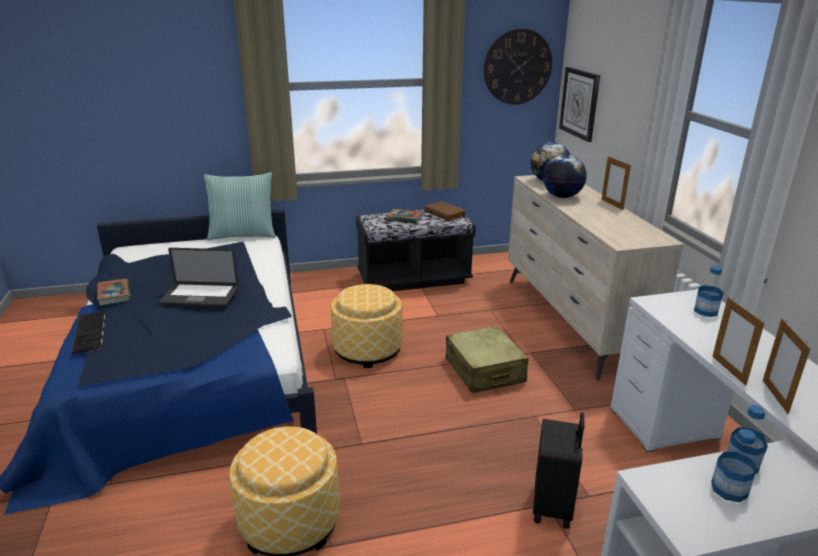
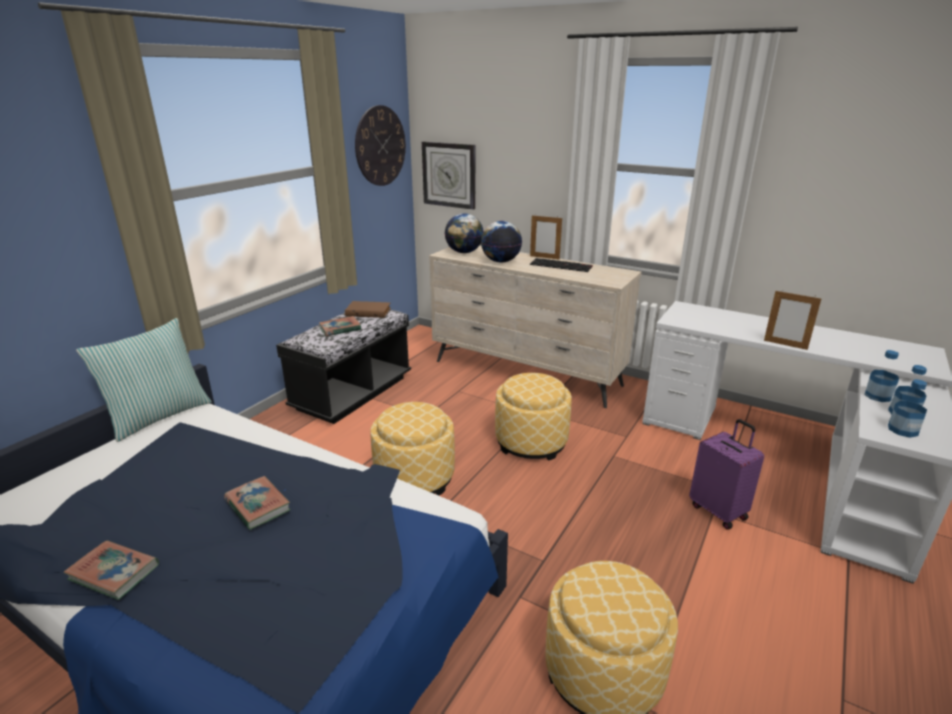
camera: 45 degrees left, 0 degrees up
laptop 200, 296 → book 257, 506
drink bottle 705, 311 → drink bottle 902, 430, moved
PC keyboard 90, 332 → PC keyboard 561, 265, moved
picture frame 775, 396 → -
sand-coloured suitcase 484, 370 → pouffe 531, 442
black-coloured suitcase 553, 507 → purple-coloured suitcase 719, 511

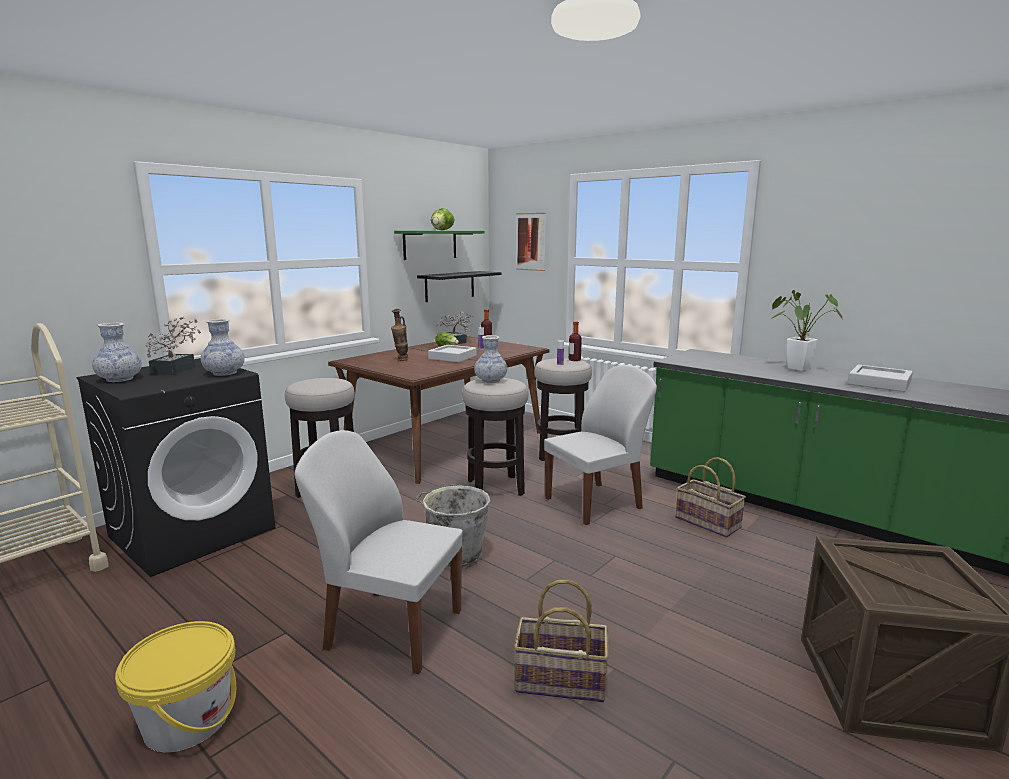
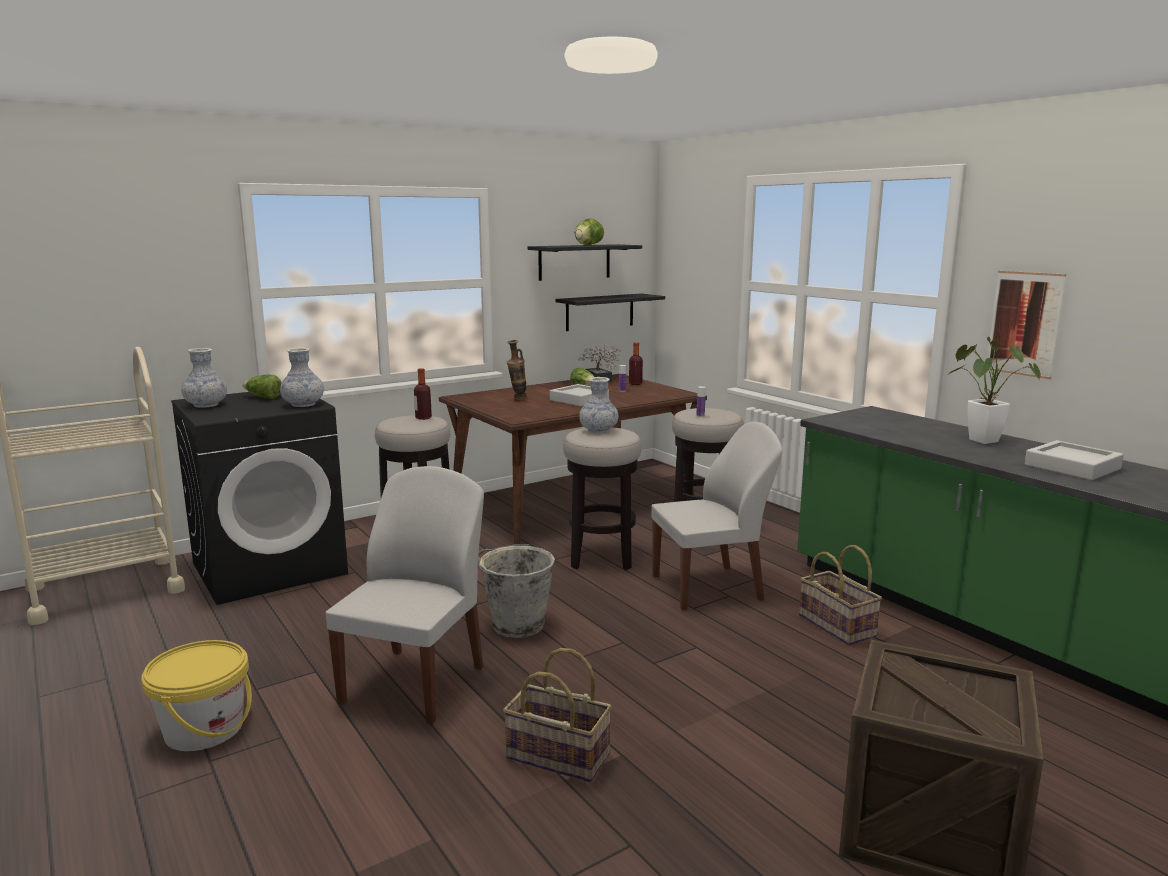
camera: 15 degrees right, 0 degrees up
wall picture 531, 242 → wall picture 1024, 323, moved
greenish bracket shelf 430, 244 → black-coloured bracket shelf 574, 262
potted plant 177, 369 → lettuce head 263, 397
drink bottle 574, 360 → drink bottle 423, 418, moved
white plain chair 391, 628 → white plain chair 416, 683, 75 degrees clockwise

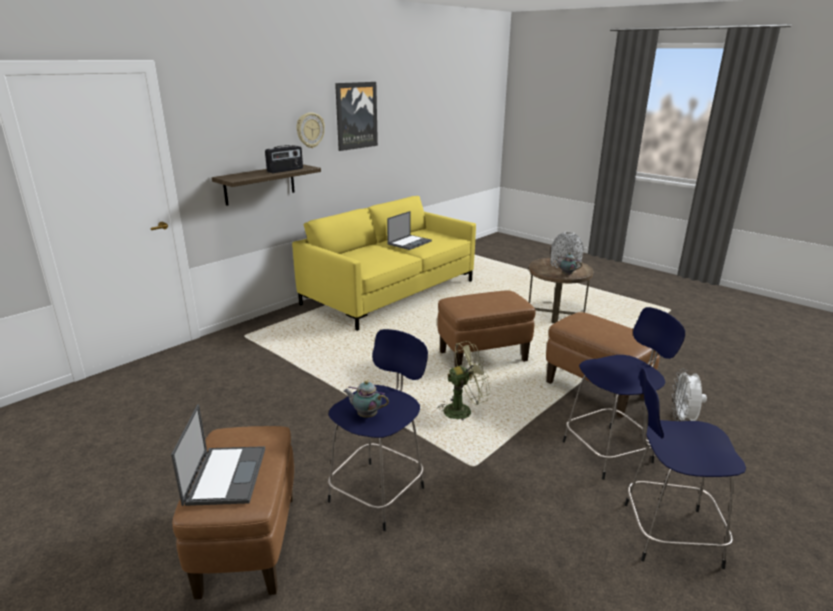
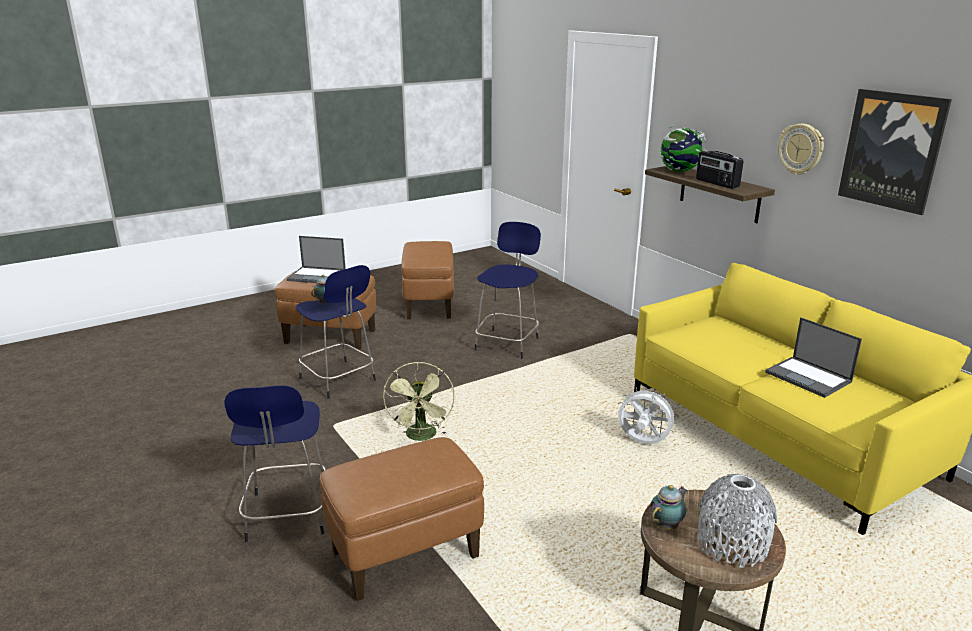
camera: 105 degrees right, 0 degrees up
brownish pouffe 483, 356 → brownish pouffe 429, 305, moved
blue-coloured sitting stool 666, 534 → blue-coloured sitting stool 508, 343, moved
white fan 683, 419 → white fan 642, 443, moved
- → globe 680, 171

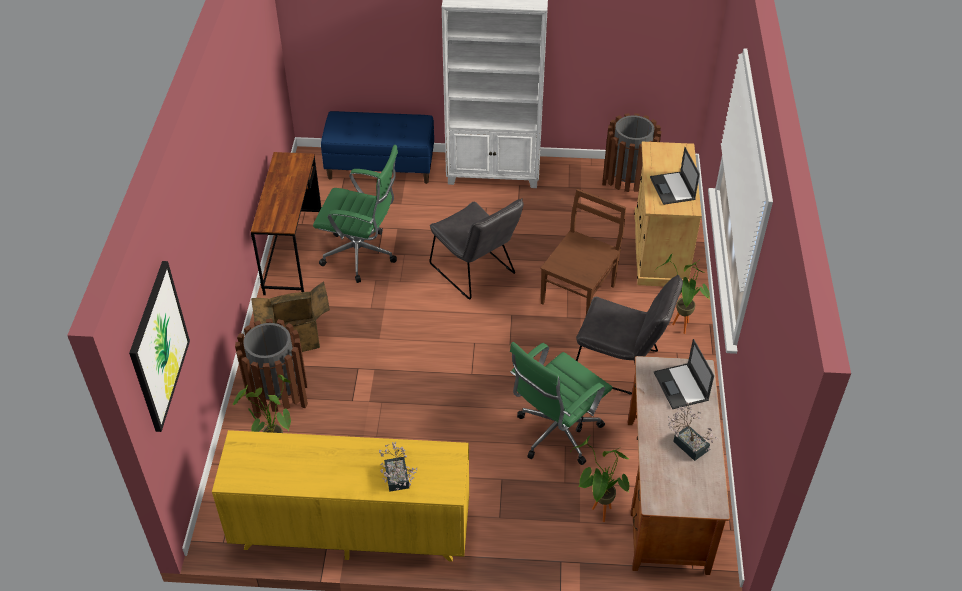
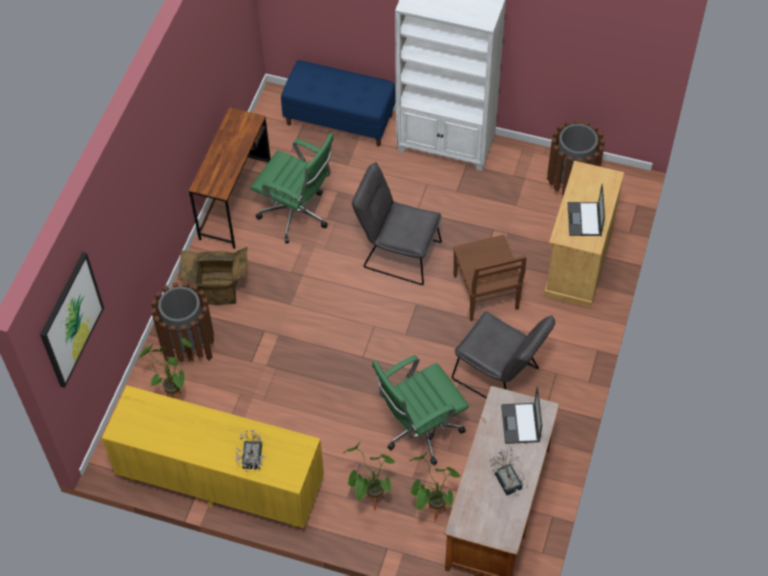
camera: 15 degrees right, 10 degrees up
brownish plain chair 579, 293 → brownish plain chair 486, 294, 120 degrees clockwise
grey plain chair 476, 272 → grey plain chair 397, 253, 135 degrees clockwise
potted plant 677, 328 → potted plant 370, 502, moved

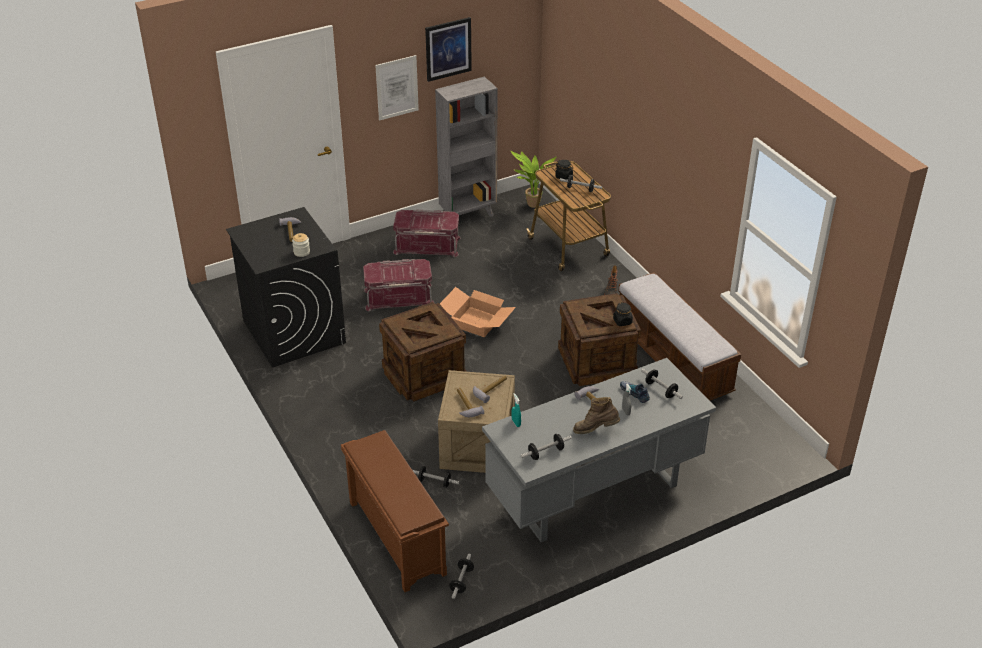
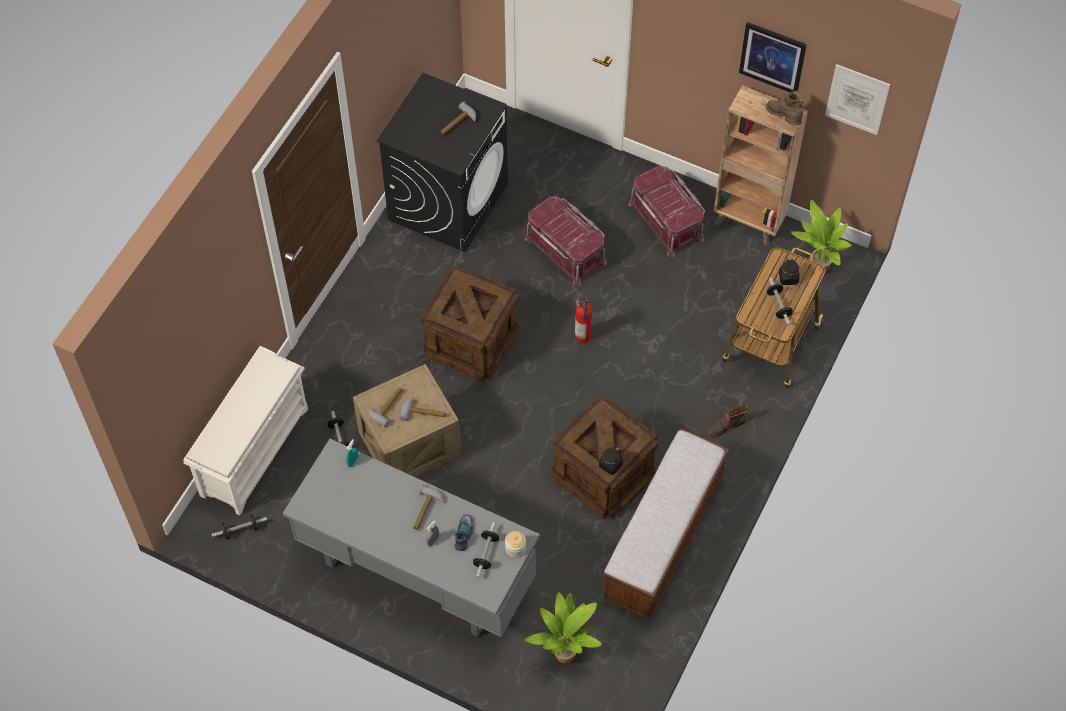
camera: 55 degrees right, 20 degrees up
wall picture 397, 87 → wall picture 857, 99, moved
grey bookcase 468, 215 → brownish bookcase 749, 223
preserve jar 301, 252 → preserve jar 515, 548, moved
packing box 477, 321 → fire-fighting cylinder 582, 337
brownish boot 595, 430 → brownish boot 784, 119, moved
brownish shoe shelf 395, 537 → white shoe shelf 254, 450
dumbbell 546, 453 → -
- → potted plant 564, 653

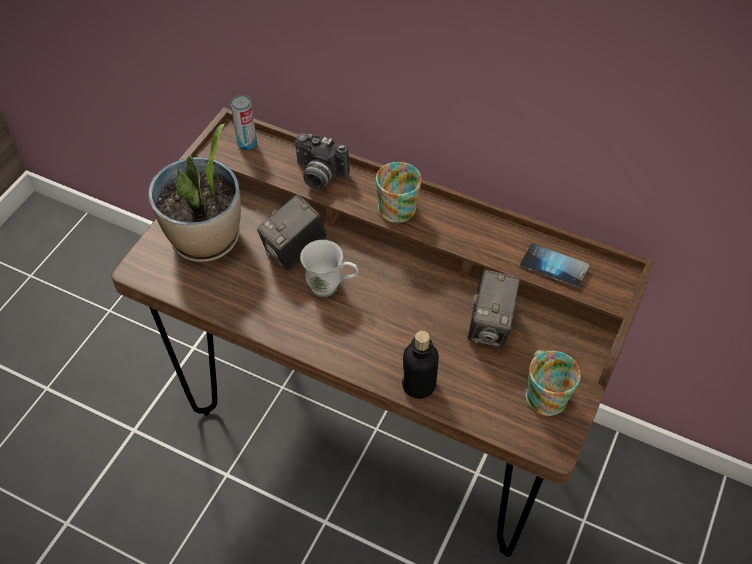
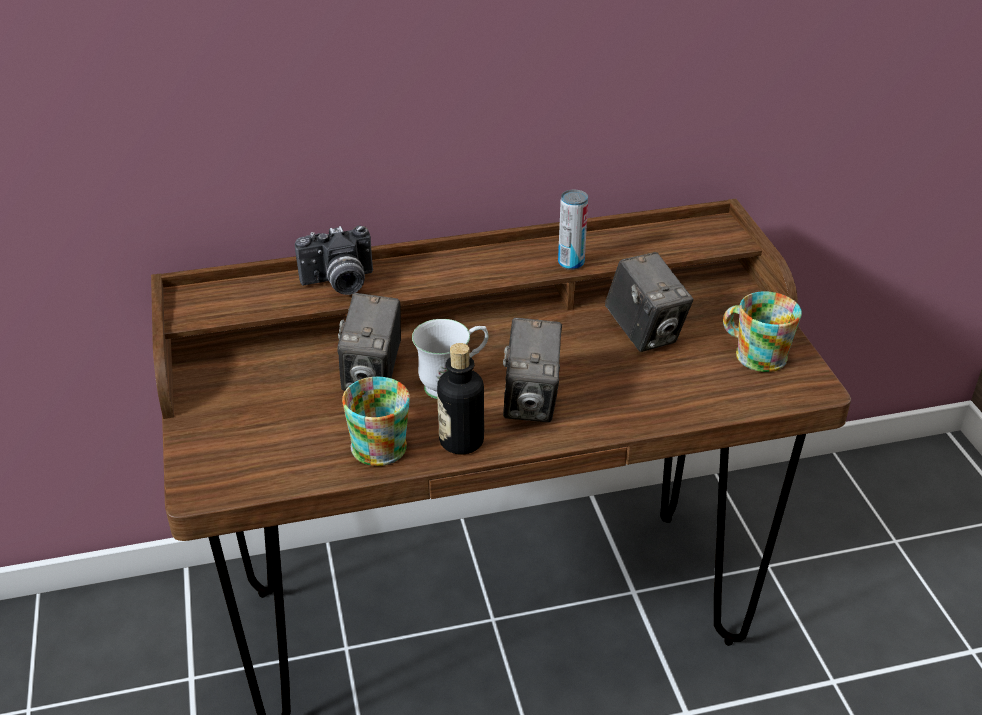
camera: 40 degrees left, 15 degrees down
metal can 247, 144 → metal can 571, 263, moved
potted plant 206, 240 → -
coffee mug 398, 204 → coffee mug 375, 442, moved
handset 554, 266 → -
drink bottle 418, 385 → drink bottle 461, 441, moved
- → still camera 531, 402

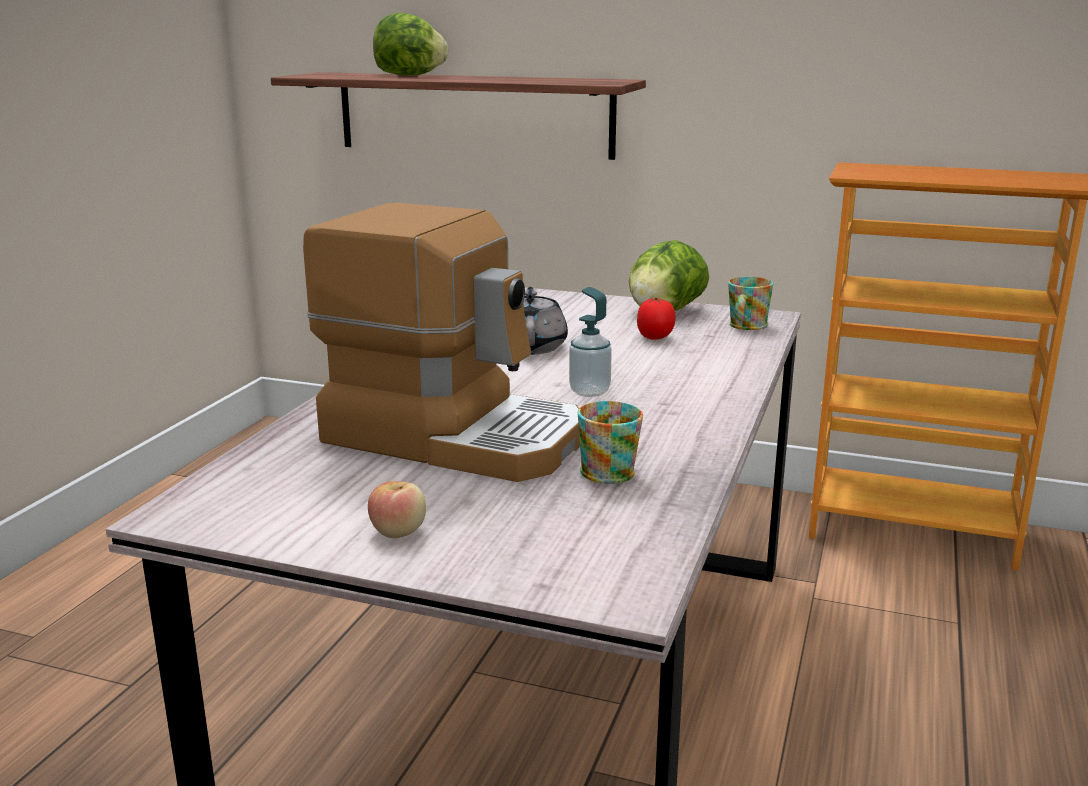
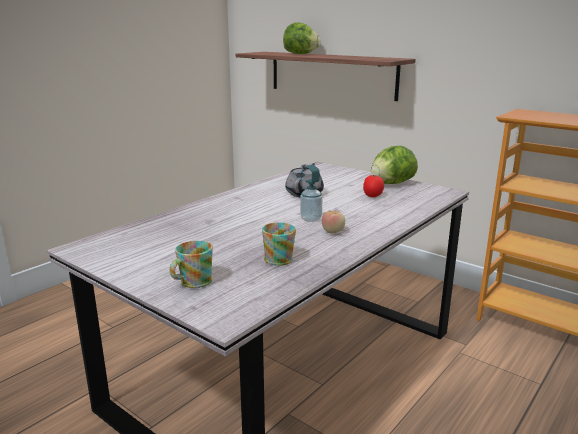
camera: 20 degrees right, 0 degrees up
coffee brewer 456, 435 → -
coffee mug 745, 326 → coffee mug 192, 282, moved
apple 398, 532 → apple 333, 231, moved

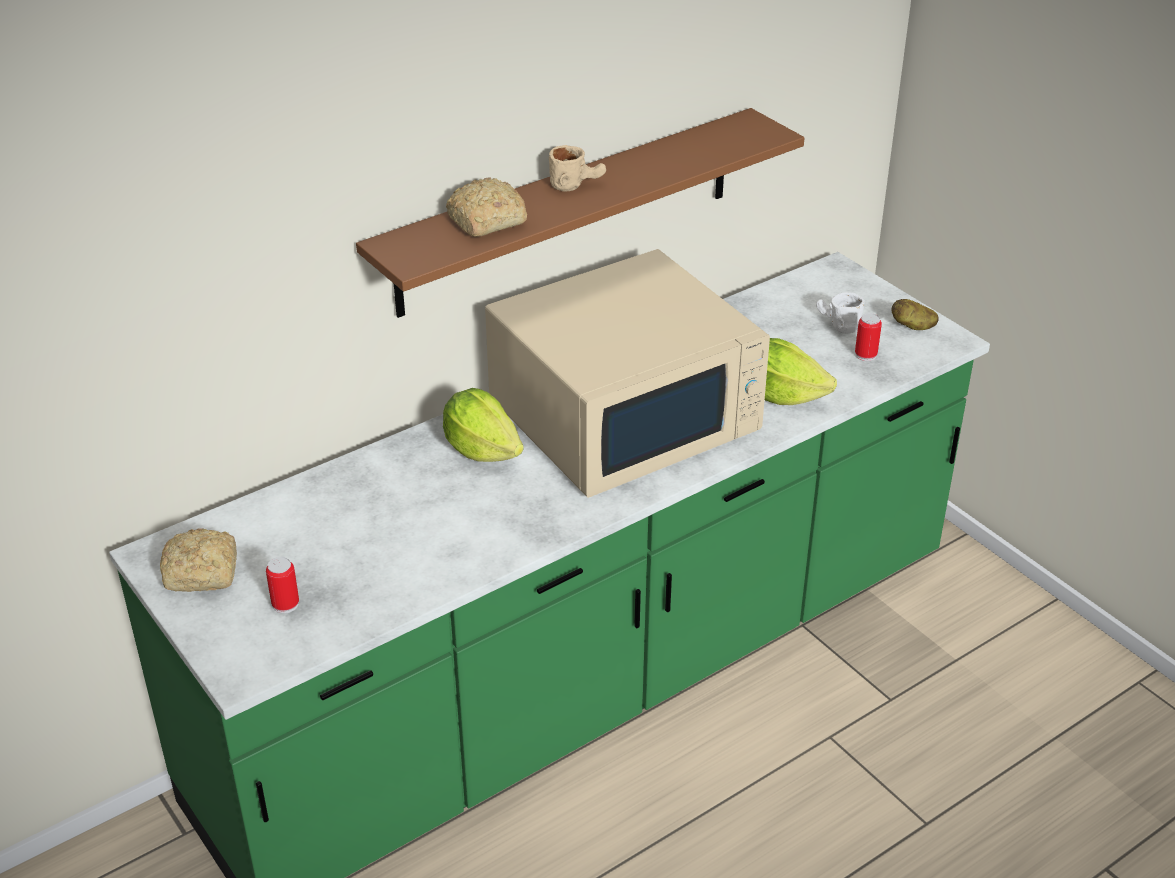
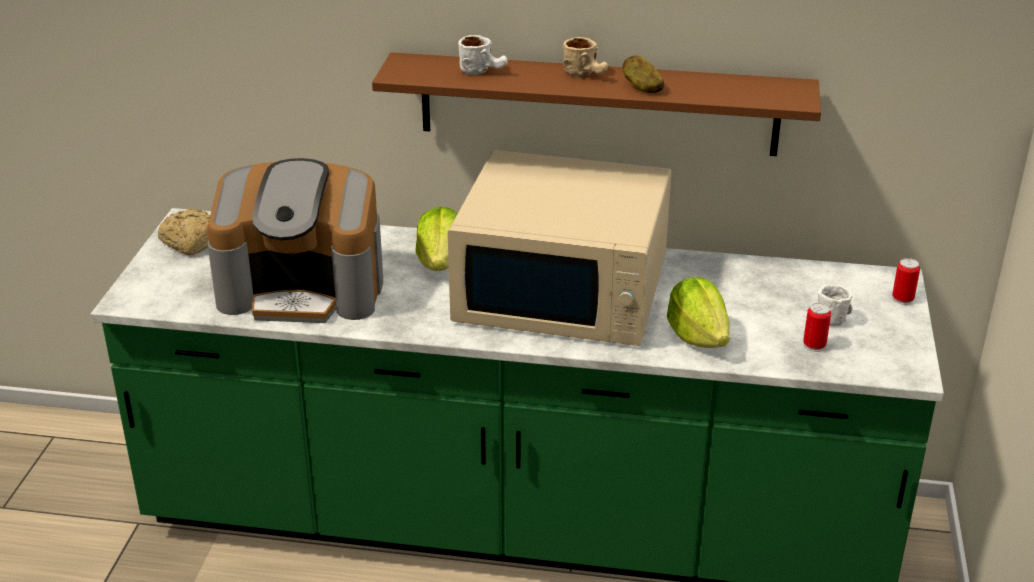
camera: 45 degrees right, 5 degrees down
bakery bread 484, 222 → white coffee mug 484, 71
potato 912, 326 → potato 641, 87, moved
metal can 285, 604 → metal can 902, 299, moved
- → coffee brewer 303, 288

